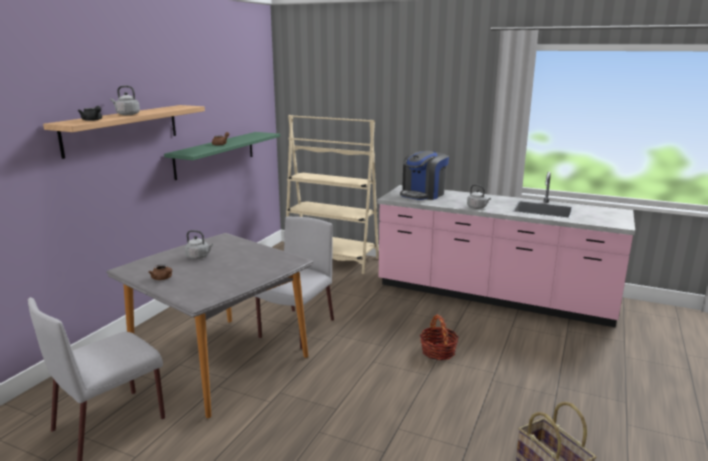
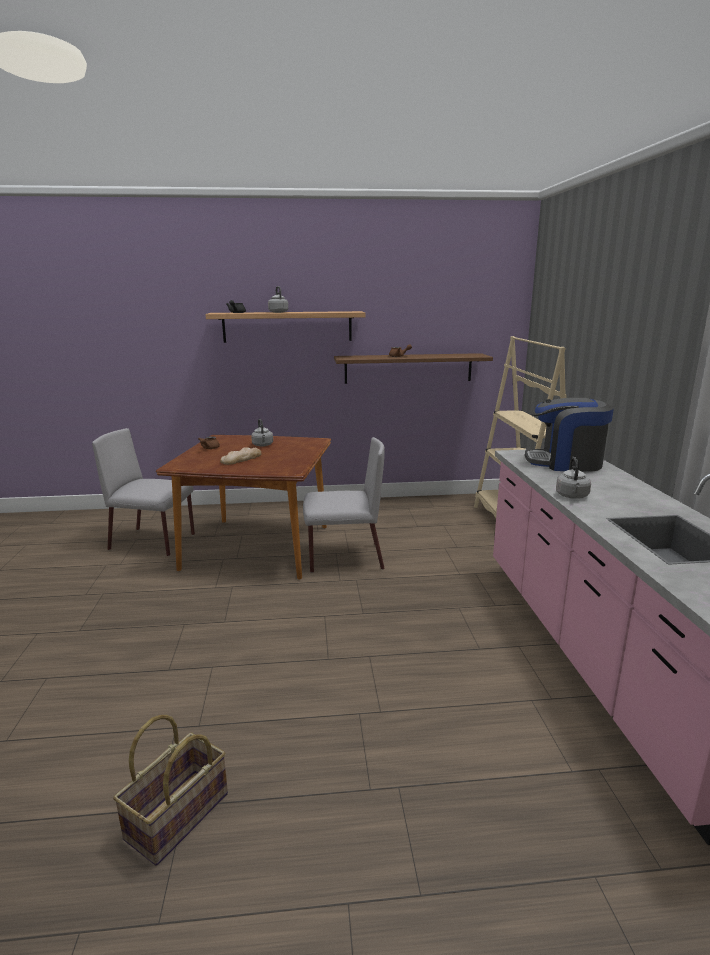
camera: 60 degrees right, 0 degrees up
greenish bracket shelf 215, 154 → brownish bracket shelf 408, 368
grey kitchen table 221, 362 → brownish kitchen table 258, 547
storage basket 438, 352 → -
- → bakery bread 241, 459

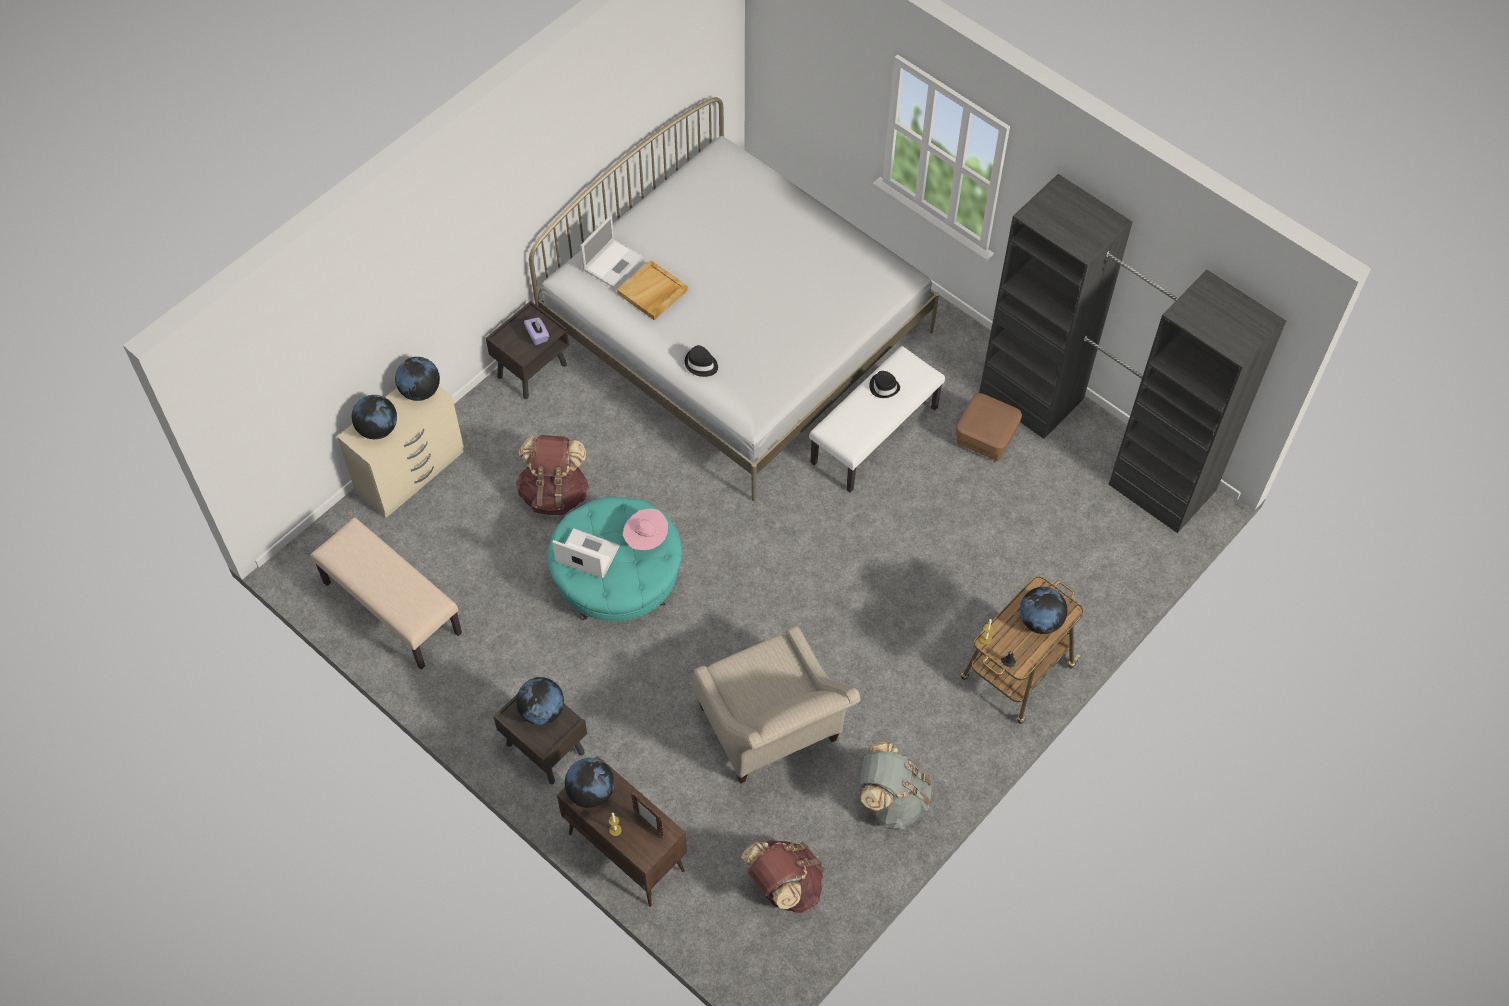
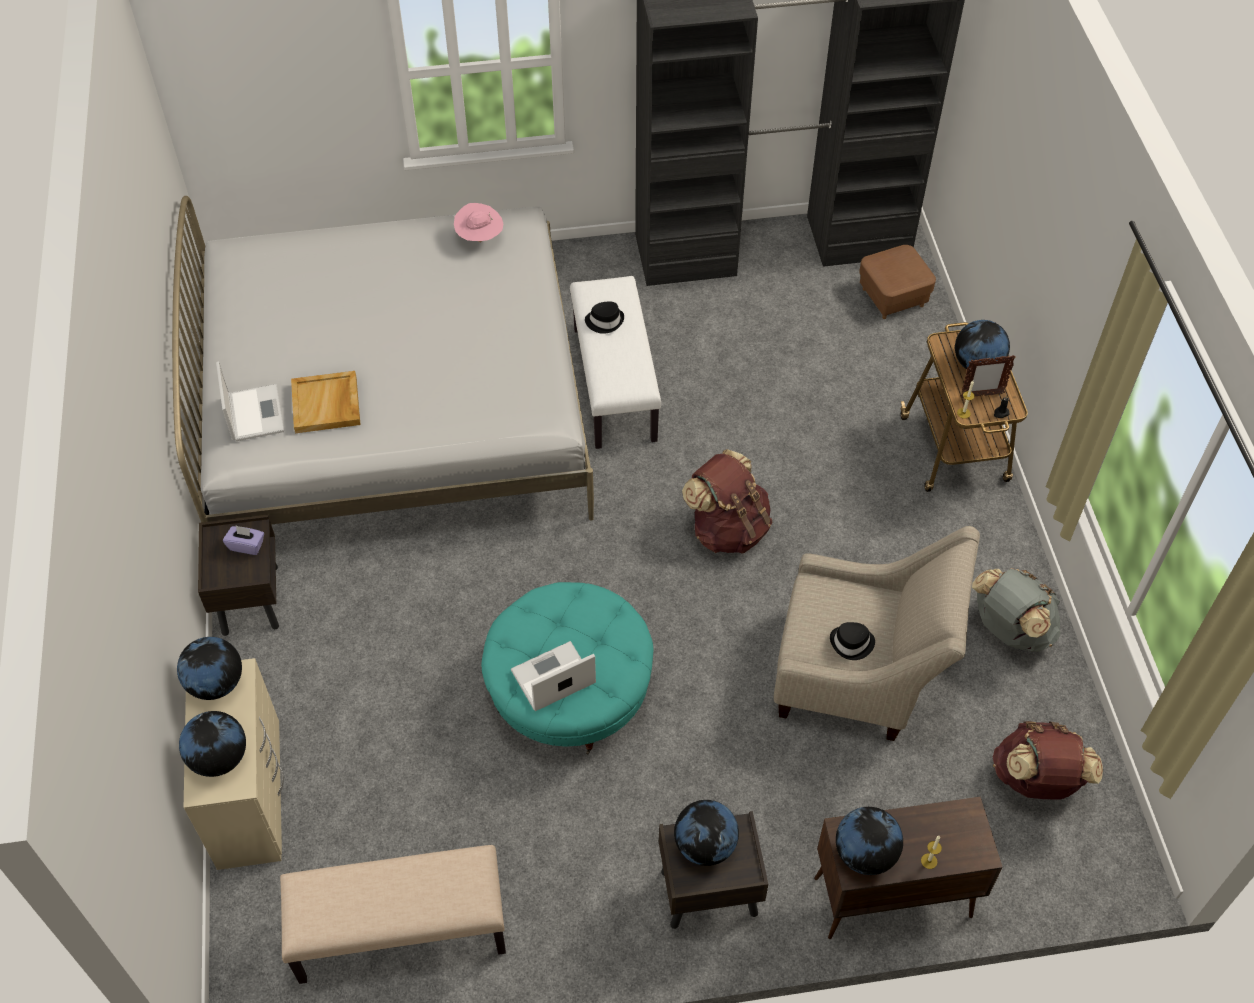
camera: 50 degrees left, 5 degrees down
black-coloured hat 701, 364 → black-coloured hat 852, 643, moved
brownish pouffe 985, 439 → brownish pouffe 892, 297, moved
brownish rucksack 555, 493 → brownish rucksack 728, 529, moved
pinkish hat 646, 539 → pinkish hat 480, 238, moved
picture frame 649, 825 → picture frame 981, 395, moved

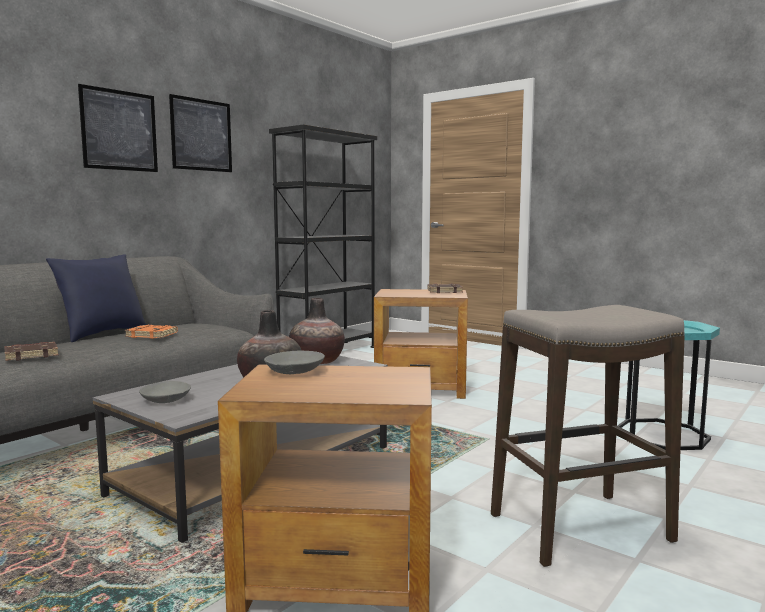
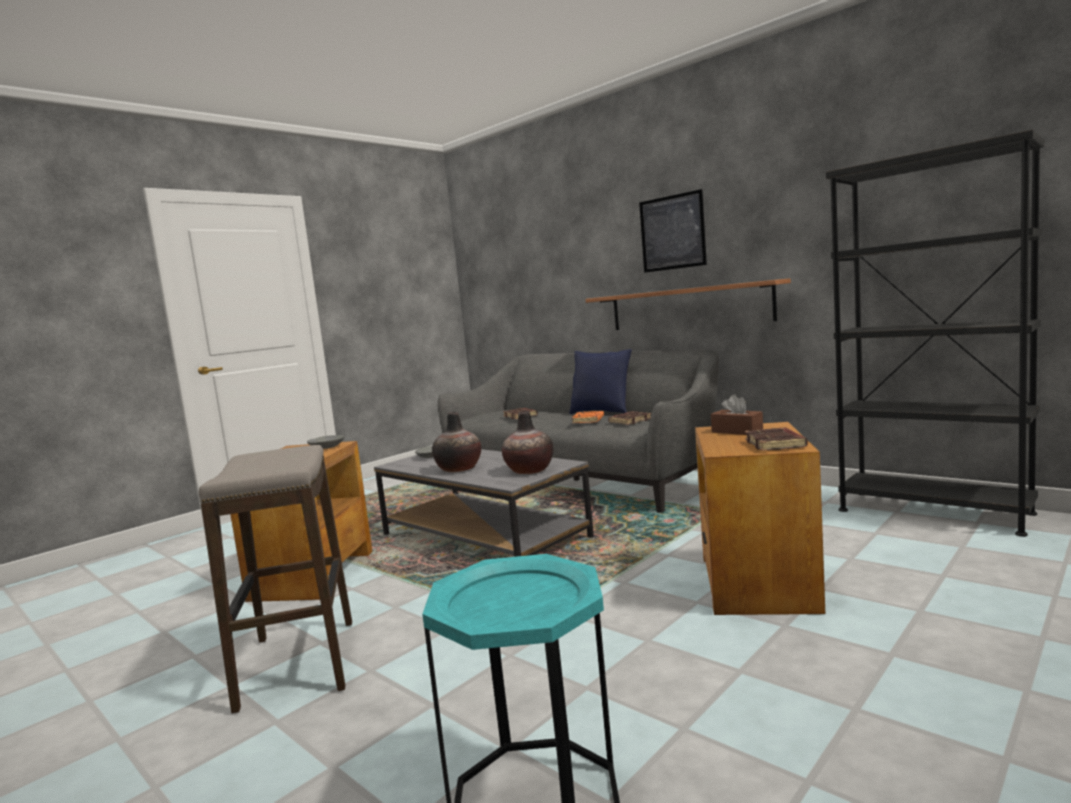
camera: 95 degrees right, 0 degrees up
wall picture 201, 135 → -
- → bracket shelf 688, 307
- → brownish tissue box 737, 431
- → brownish book 630, 421

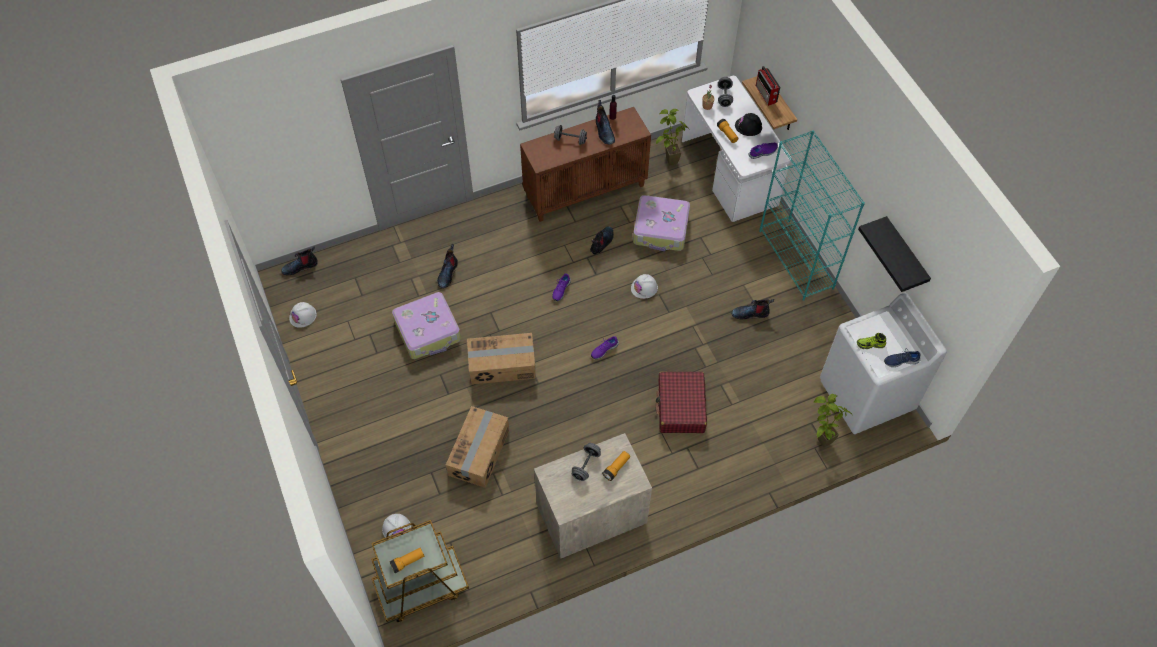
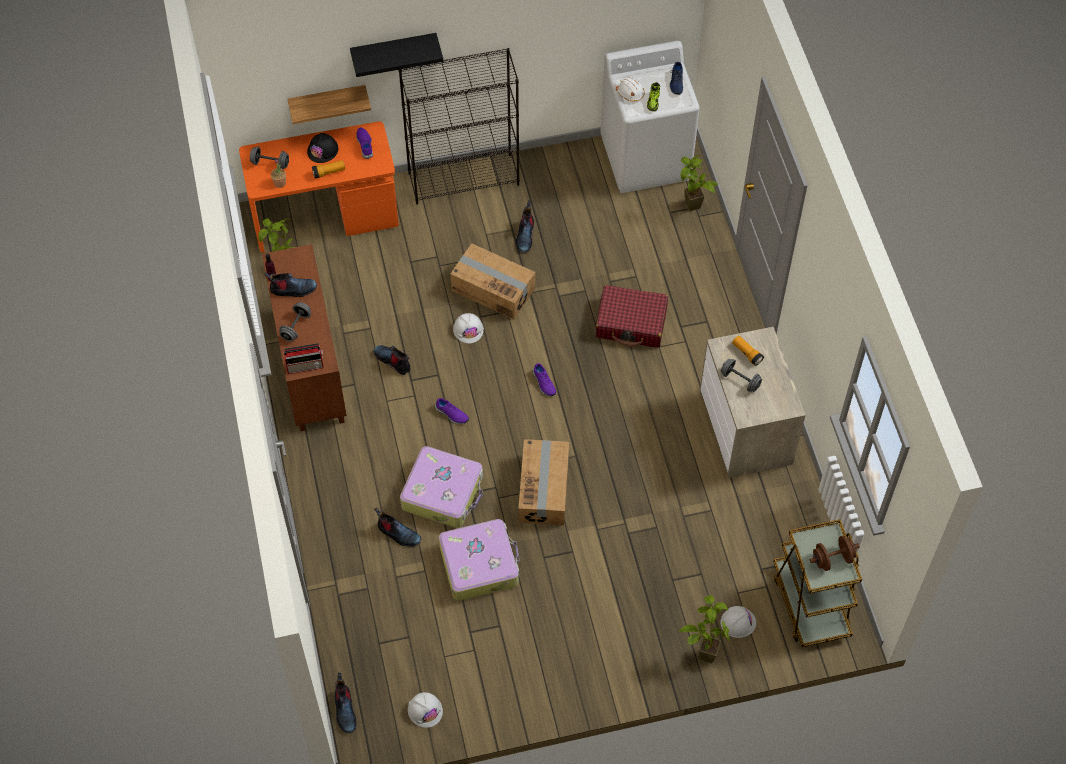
camera: 80 degrees left, 0 degrees up
radio 766, 95 → radio 306, 366, moved
white desk table 730, 173 → orange desk table 325, 214
turquoise-coloured bookcase 796, 260 → black-coloured bookcase 464, 178
suitcase 661, 229 → suitcase 443, 492, moved
black-coloured bracket shelf 905, 254 → black-coloured bracket shelf 394, 50, moved
packing box 480, 452 → packing box 493, 289, moved
torch 407, 562 → brownish dumbbell 832, 559
- → white safety helmet 629, 92
- → potted plant 701, 652

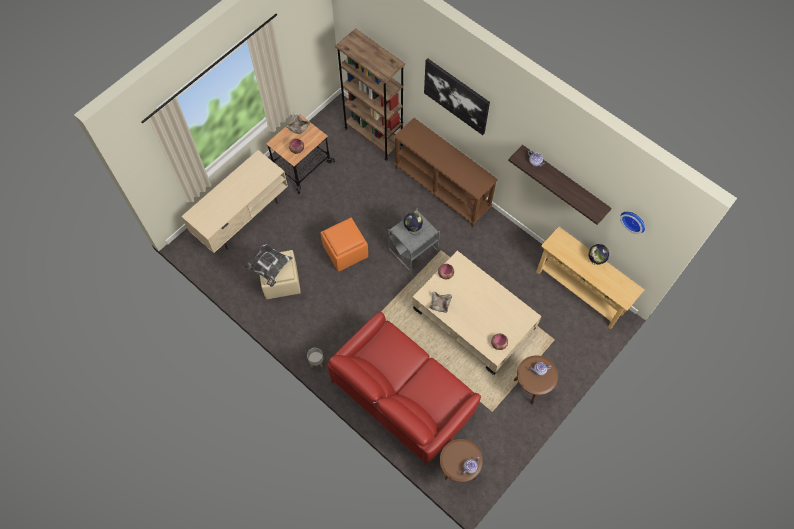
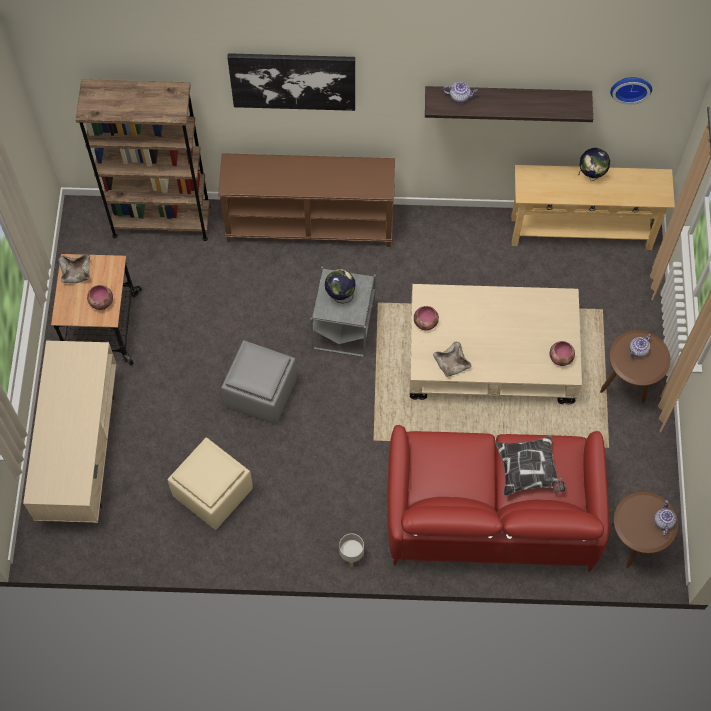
camera: 40 degrees left, 0 degrees up
orange pouffe 345, 251 → grey pouffe 260, 392
pillow 269, 267 → pillow 528, 471, moved

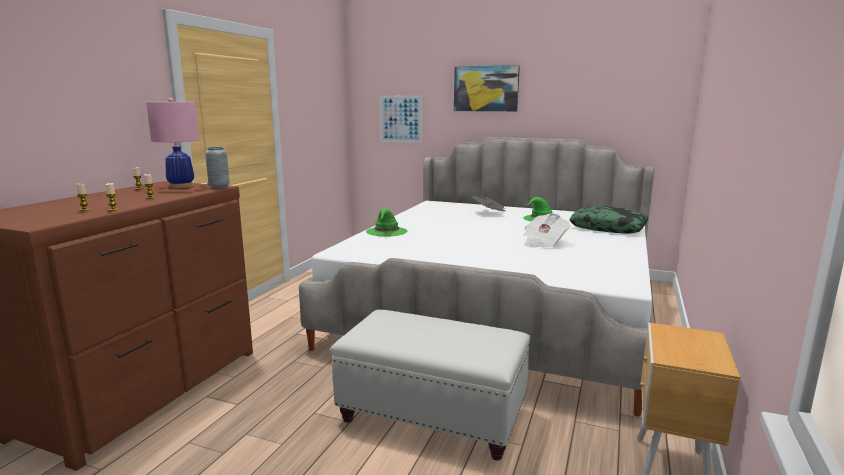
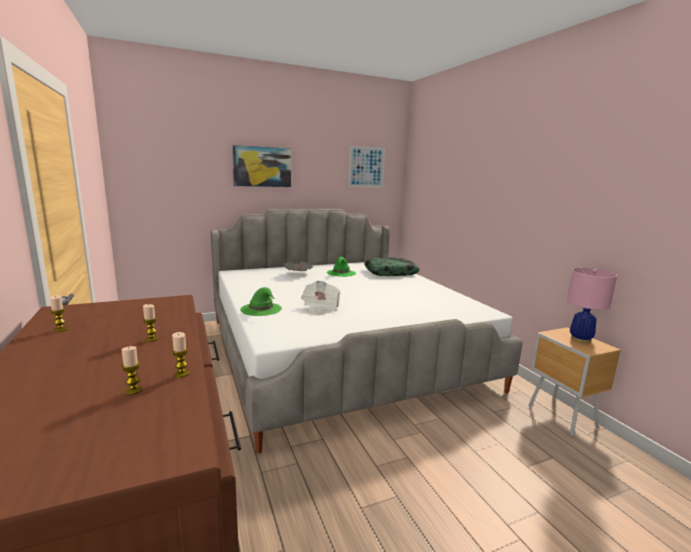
camera: 45 degrees left, 0 degrees up
wall picture 401, 119 → wall picture 366, 167, moved
pinkish tabletop lamp 181, 186 → pinkish tabletop lamp 580, 339, moved
grey vase 219, 187 → -
printed paper 543, 243 → printed paper 320, 308, moved
white pouffe 433, 415 → -

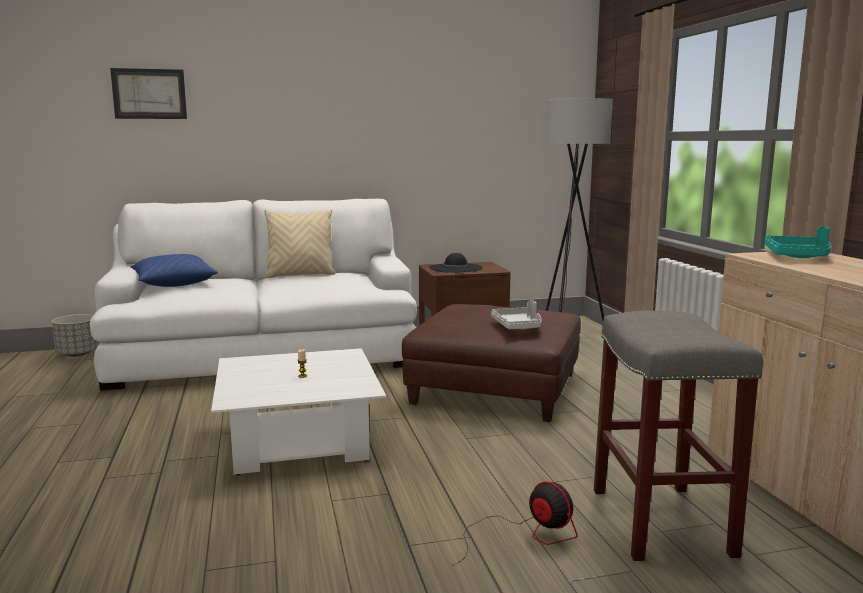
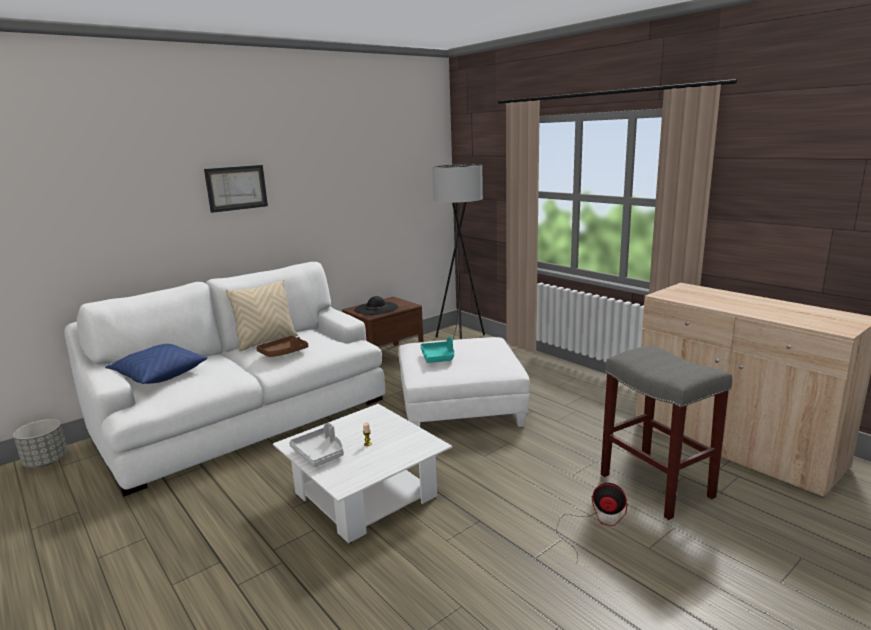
camera: 25 degrees left, 5 degrees up
wall picture 149, 94 → wall picture 236, 188, moved
turquoise-coloured carrying tray 798, 257 → turquoise-coloured carrying tray 438, 357, moved
grey carrying tray 518, 326 → grey carrying tray 320, 454, moved
brownish pouffe 496, 388 → white pouffe 460, 405
- → brownish carrying tray 283, 352

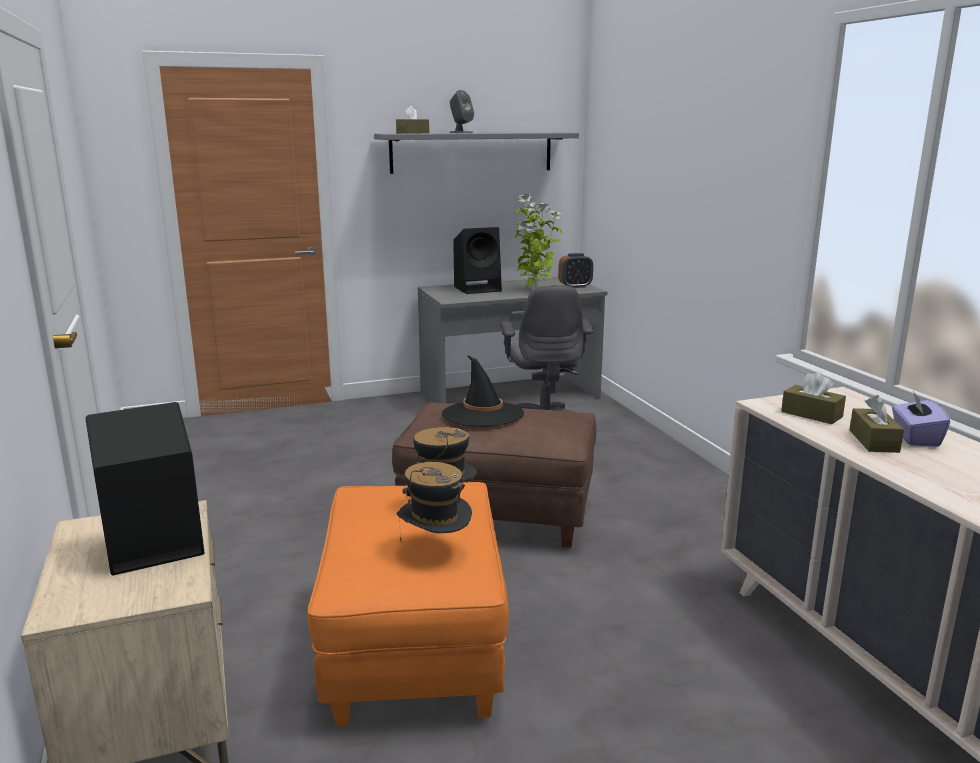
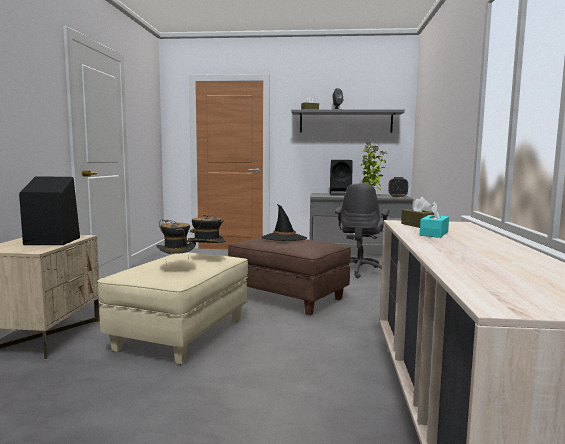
camera: 25 degrees right, 10 degrees down
purple-coloured tissue box 915, 438 → -
brownish tissue box 873, 441 → turquoise-coloured tissue box 434, 234
orange pouffe 414, 648 → sand-coloured pouffe 181, 334

